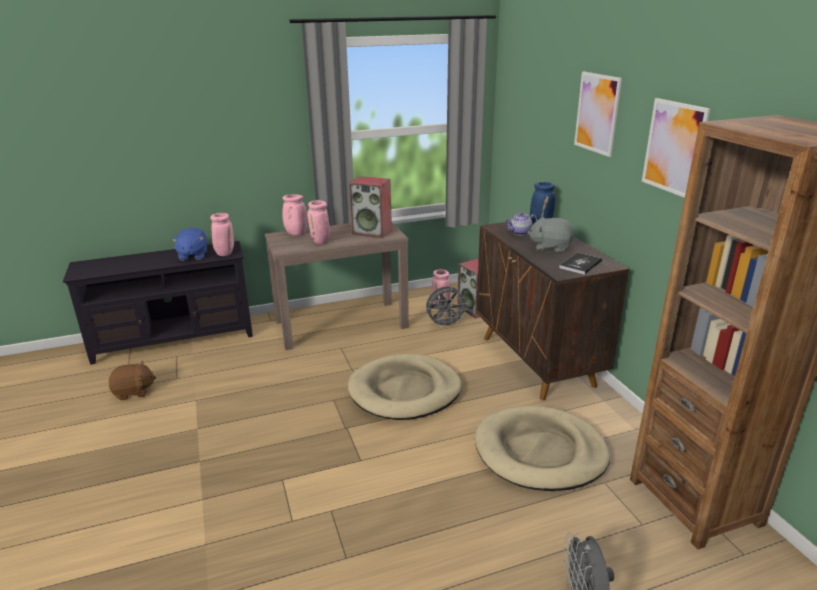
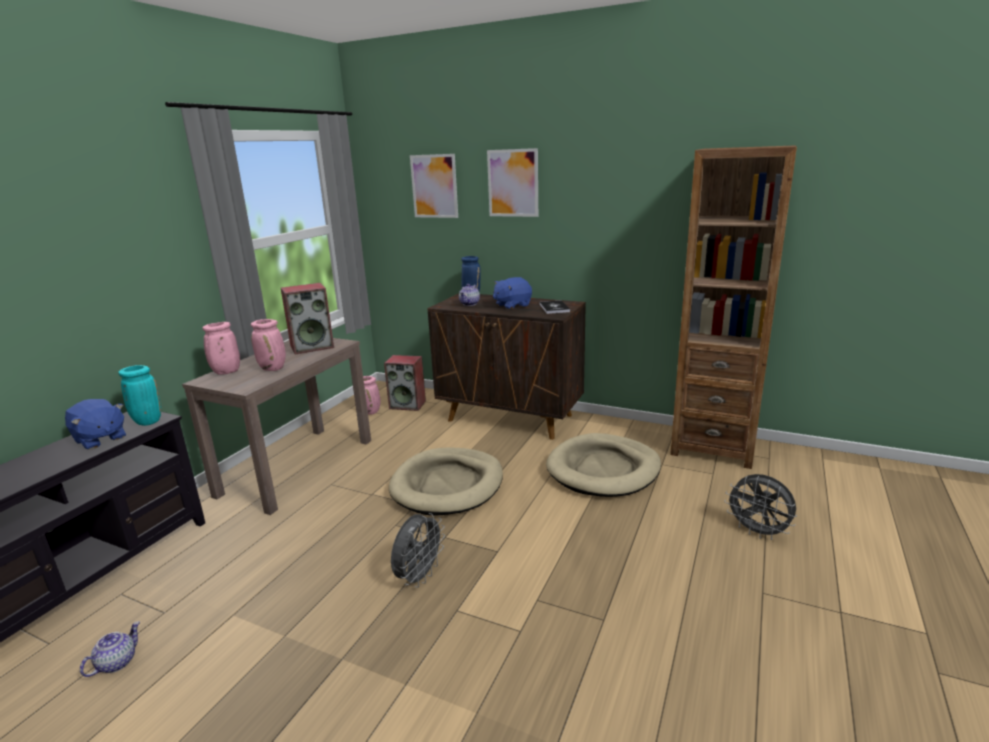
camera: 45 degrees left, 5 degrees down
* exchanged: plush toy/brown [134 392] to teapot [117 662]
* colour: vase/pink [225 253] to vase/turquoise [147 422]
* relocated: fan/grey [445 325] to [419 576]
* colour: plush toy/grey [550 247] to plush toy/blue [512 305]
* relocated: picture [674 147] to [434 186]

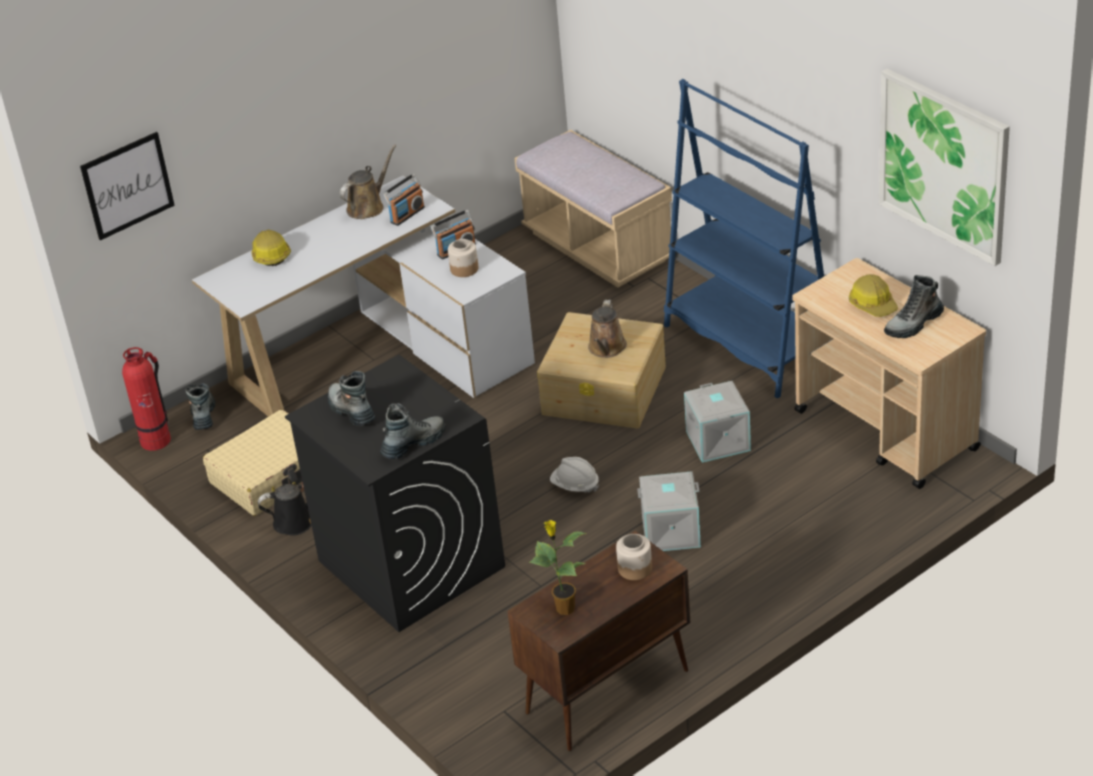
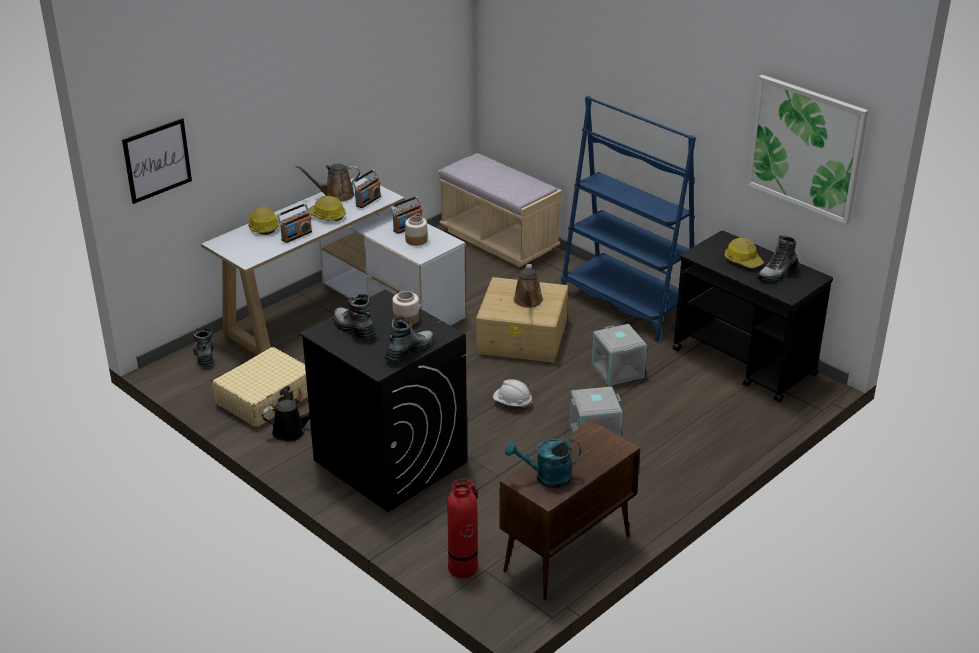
camera: 10 degrees left, 5 degrees down
* relocated: fire extinguisher [156 440] to [463 567]
* spun: watering can/brown [368 207] = [336 195] 135 degrees counterclockwise
* exchanged: potted plant [564 608] to watering can/turquoise [546 478]
* relocated: jar [635 568] to [406 319]
* colour: cart/beige [886 431] to cart/black [744 363]
* appeared: radio [296 236]
* appeared: hard hat [327 216]

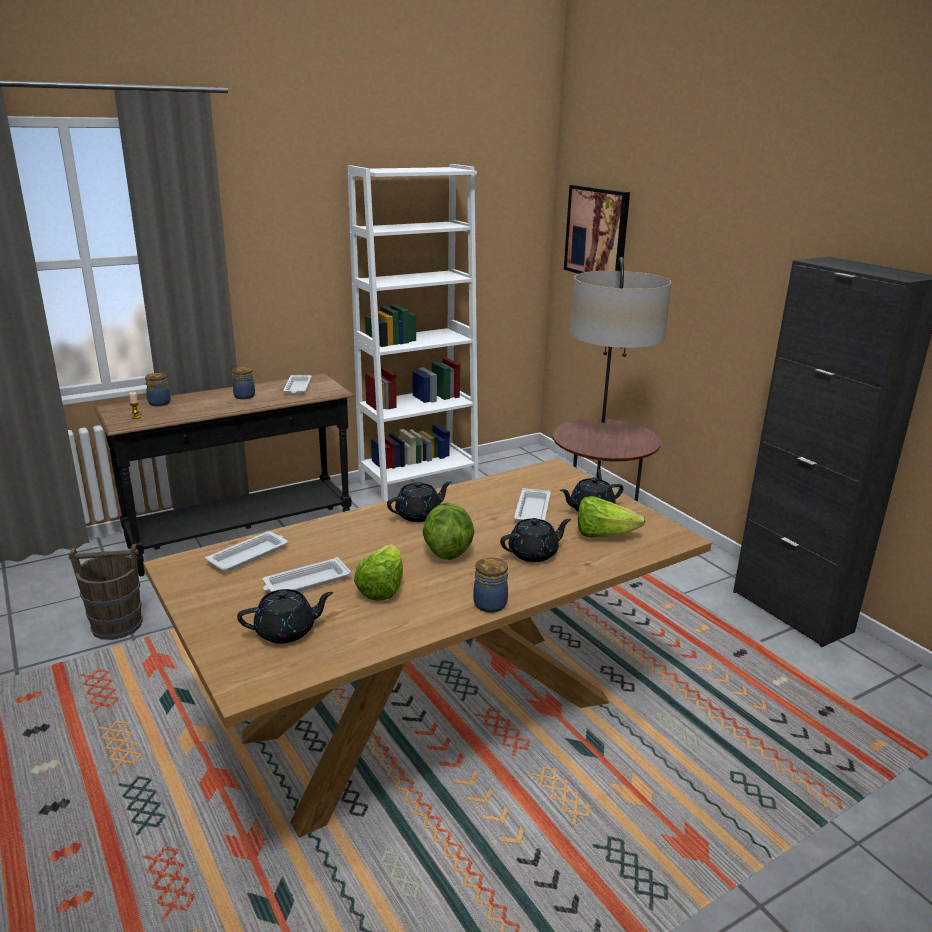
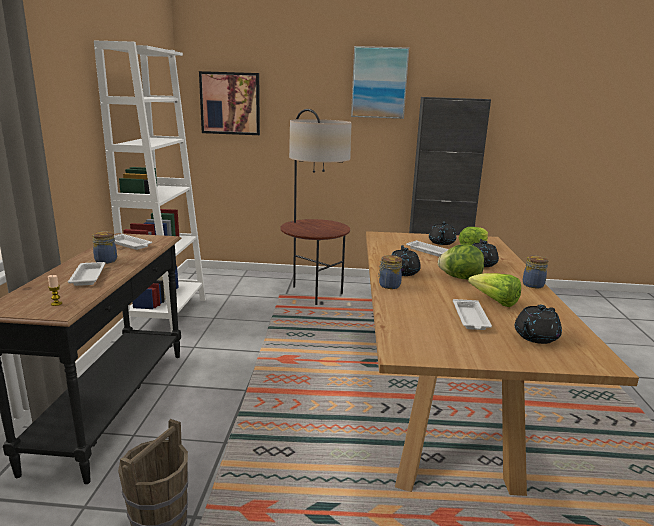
camera: 55 degrees left, 5 degrees down
* relocated: jar [158 403] to [388 286]
* relocated: tray/white [249 555] to [88 276]
* spun: teapot/black [287 631] = [535 337] 150 degrees counterclockwise
* appeared: picture [379 83]

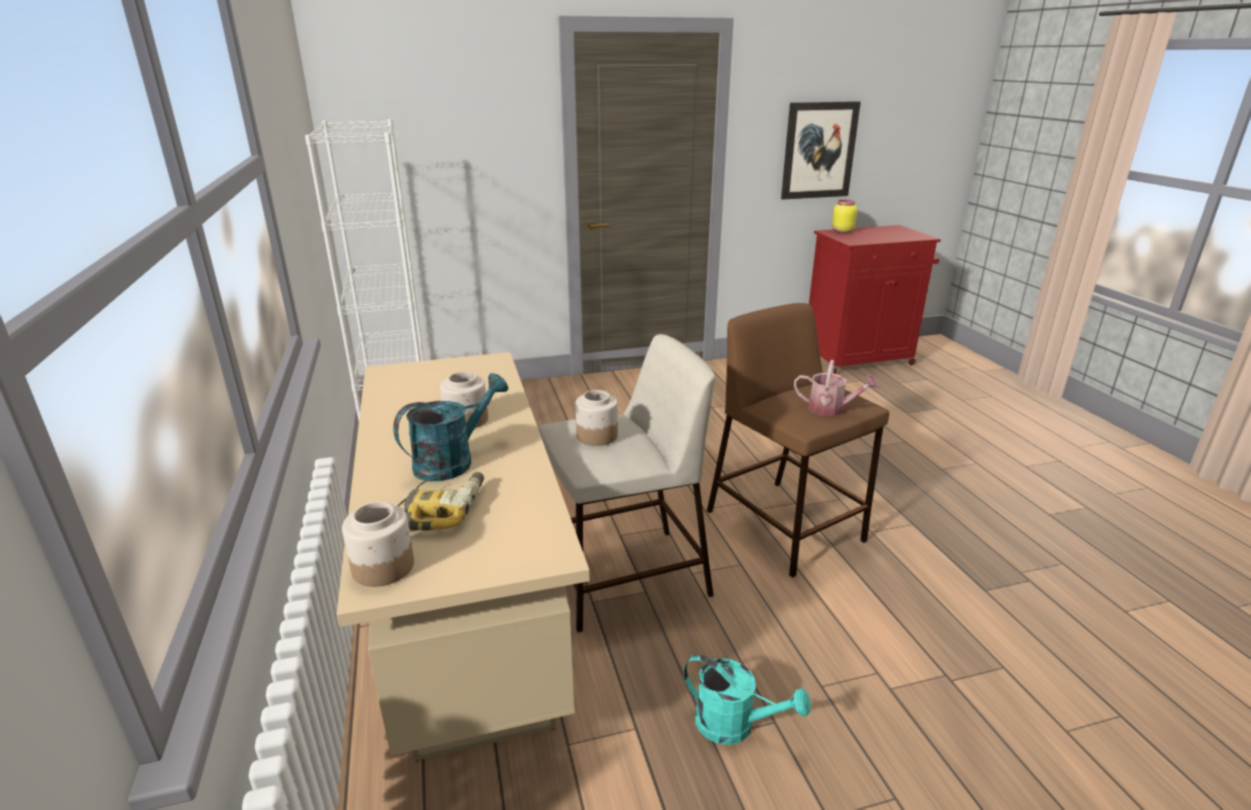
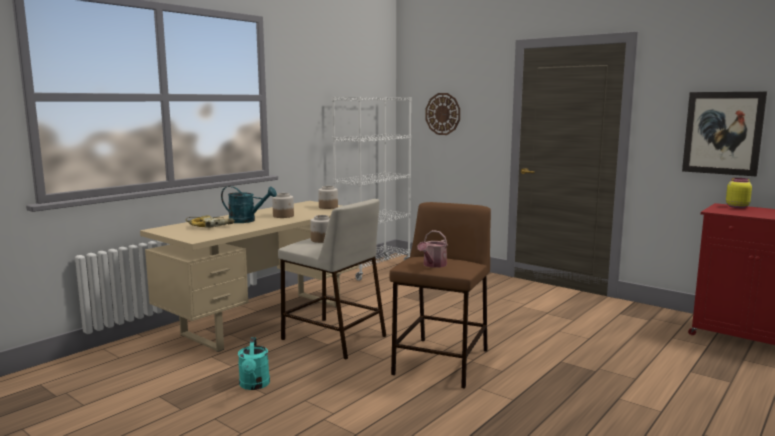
camera: 55 degrees right, 15 degrees down
* relocated: jar [382 567] to [328 207]
* spun: watering can [831 409] = [433 265] 45 degrees clockwise
* appeared: wall clock [443 114]

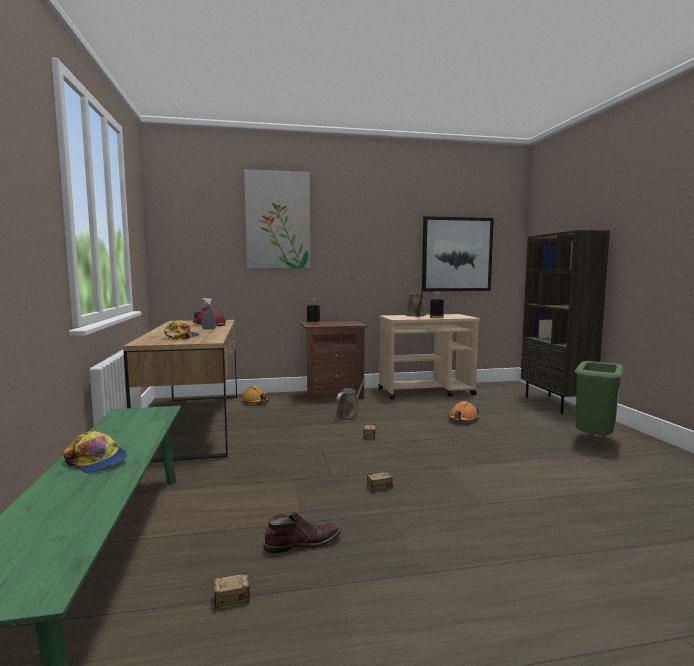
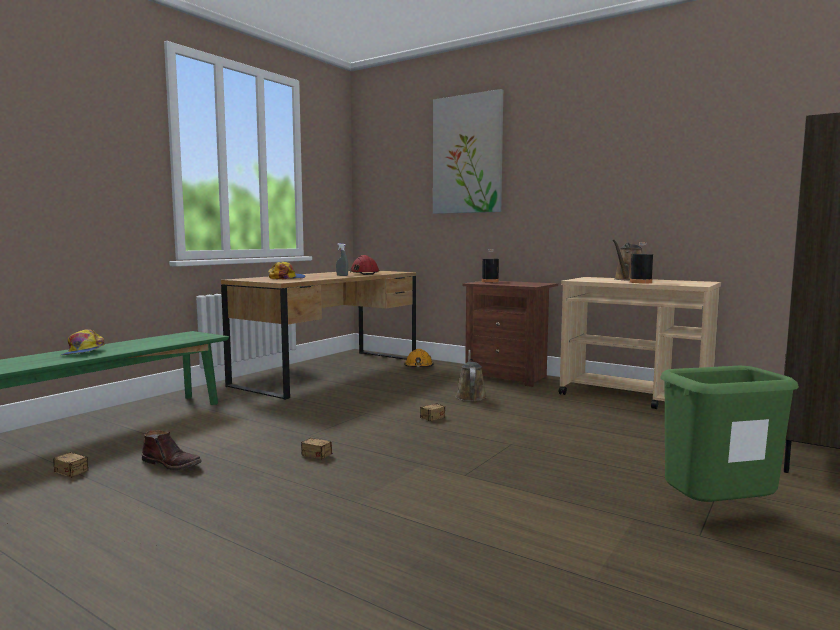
camera: 45 degrees right, 0 degrees up
* spun: watering can/brown [349 414] = [470 396] 75 degrees counterclockwise
* missing: picture [456 254]
* missing: hard hat/orange [463 419]

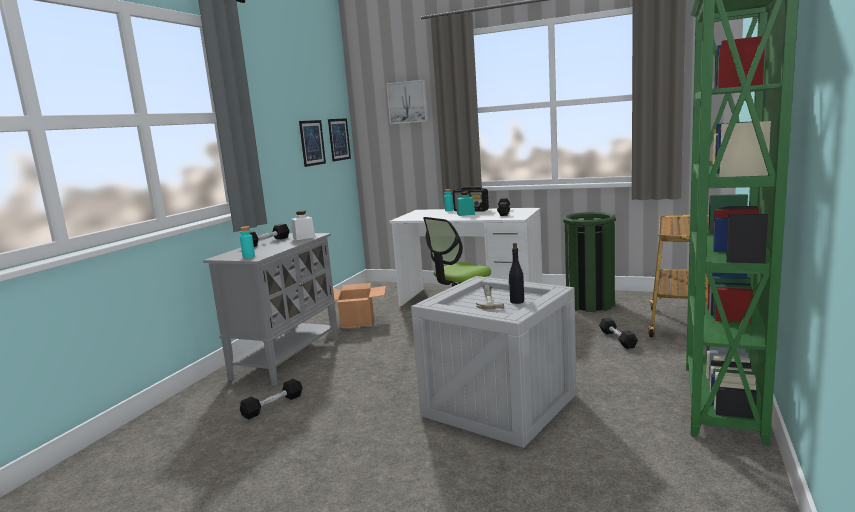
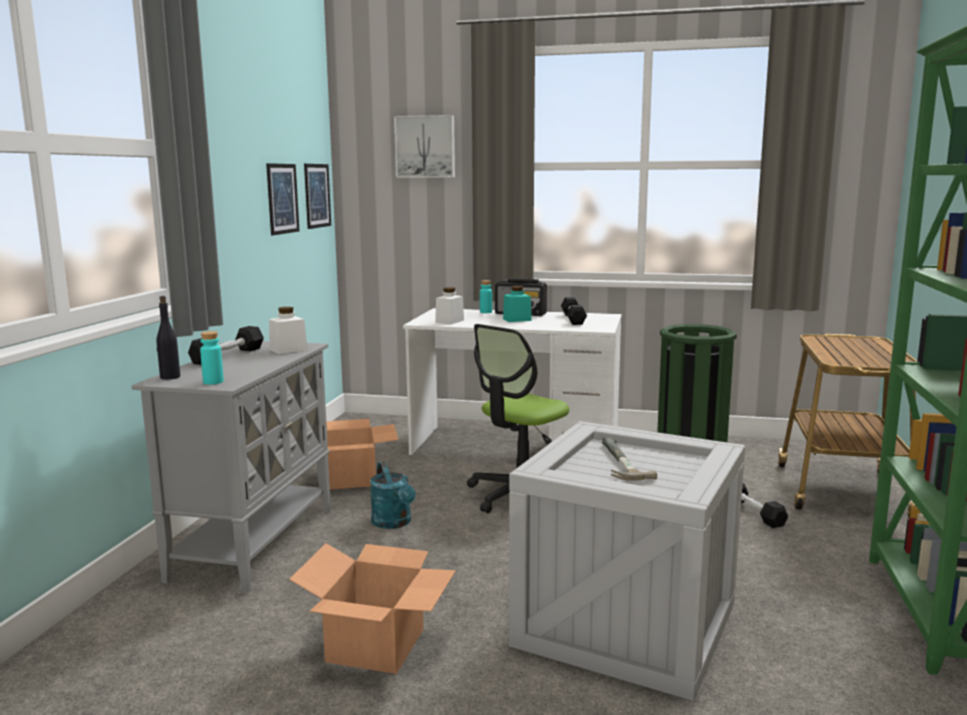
camera: 10 degrees left, 0 degrees up
* missing: dumbbell/black [273 406]
* relocated: bottle/black [517 301] to [170 377]
* appeared: cardboard box [375 644]
* appeared: watering can/turquoise [394 523]
* appeared: jar/white [449 321]

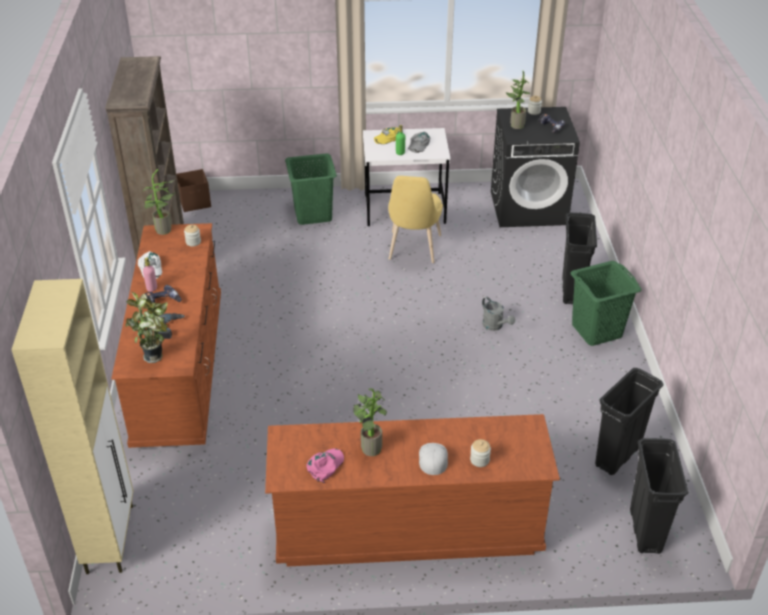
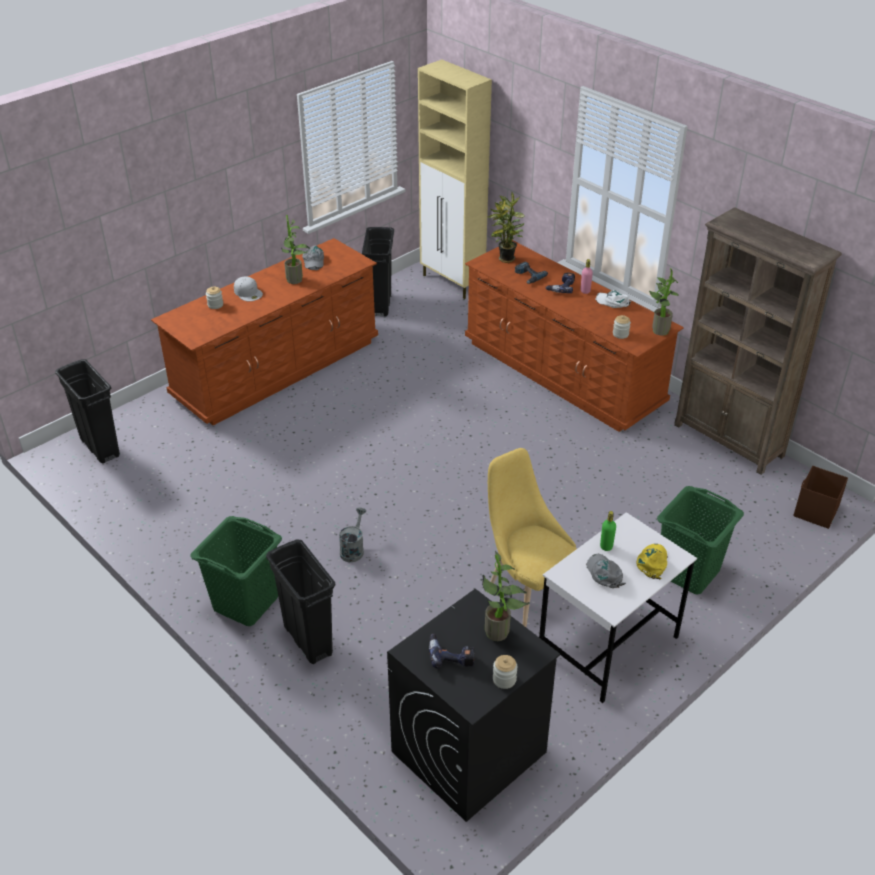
camera: 140 degrees right, 0 degrees up
* colour: cap/pink [325 466] to cap/grey [313 261]
* spun: watering can/grey [495 326] = [353 549] 90 degrees clockwise
* relocated: trash can/black [617 456] to [380 305]

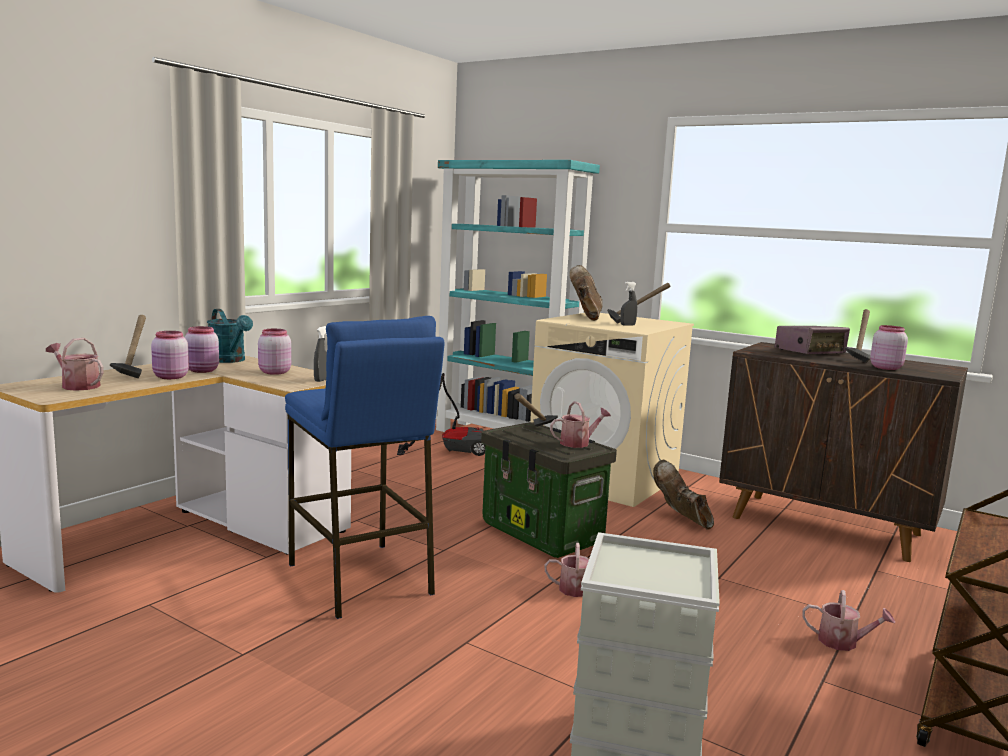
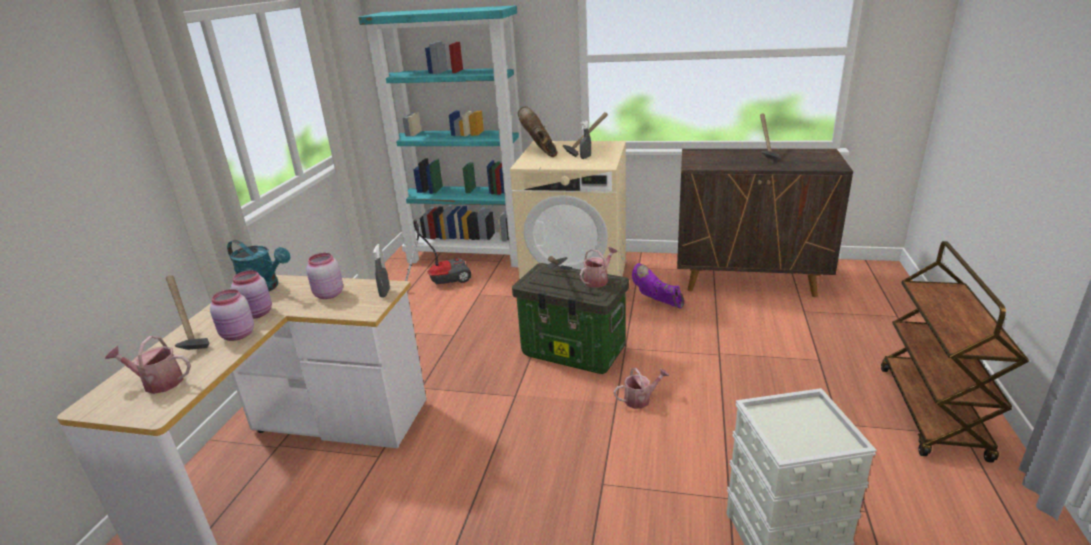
camera: 20 degrees left, 15 degrees up
* missing: stool/blue [360 579]
* colour: boot/brown [682 519] to boot/purple [657 303]
* missing: radio [810 352]
* missing: watering can [843 642]
* missing: jar/pink [885 368]

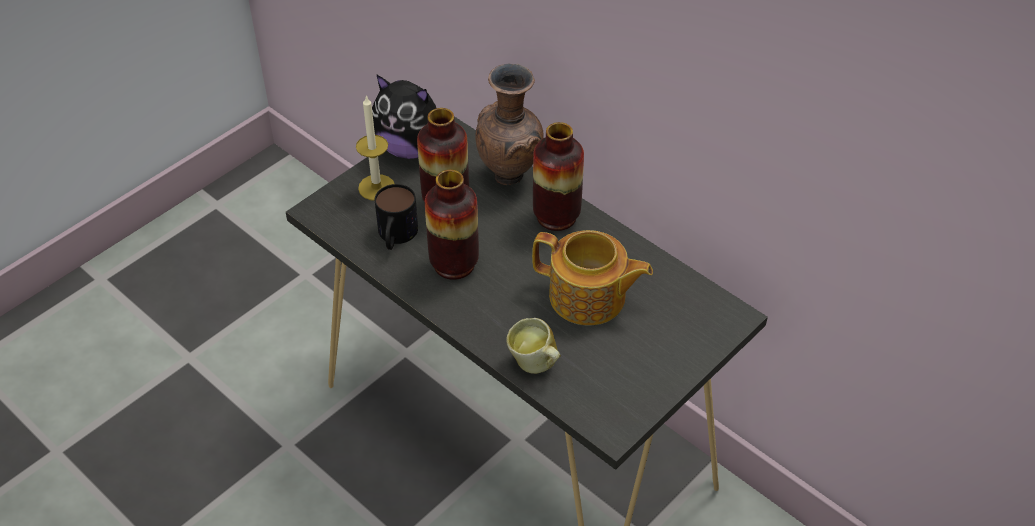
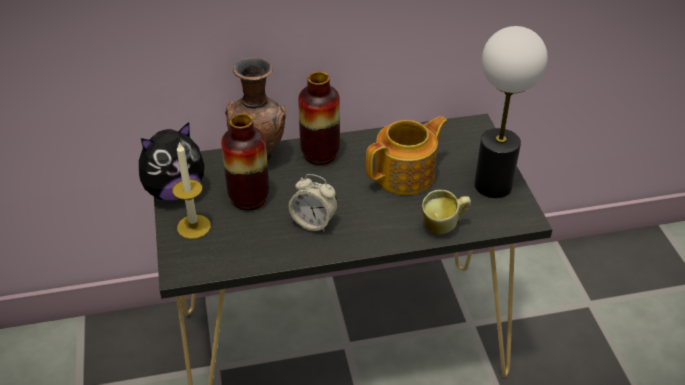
camera: 55 degrees left, 5 degrees down
* missing: mug [395 236]
* exchanged: vase [454 264] to alarm clock [314 222]
* appeared: table lamp [492 185]

